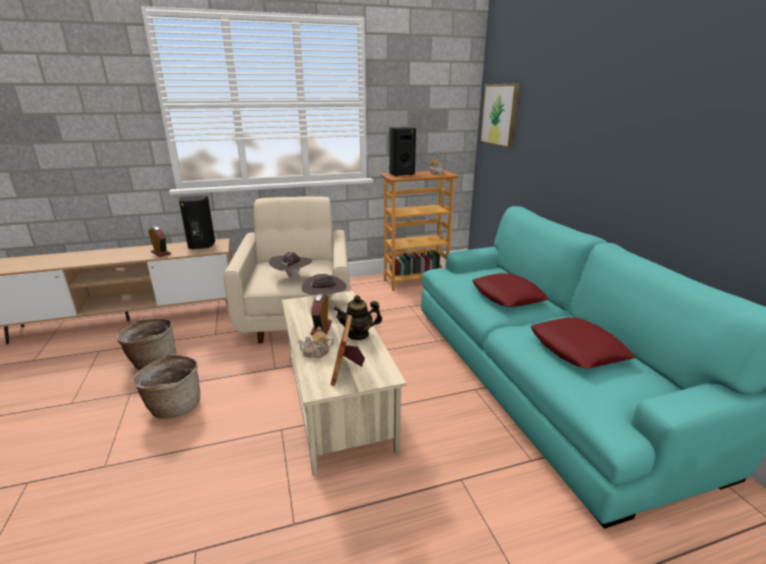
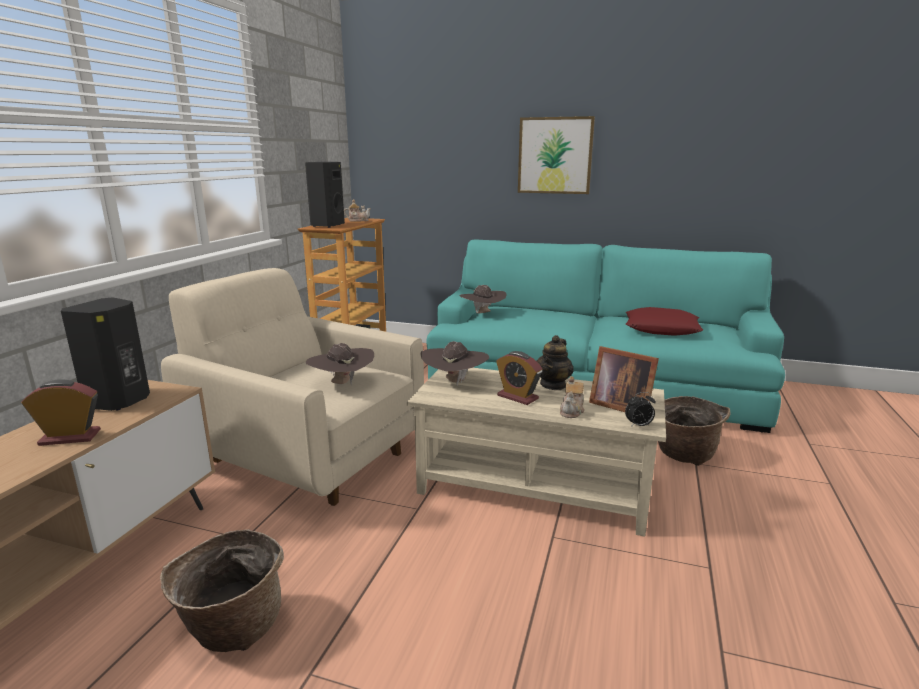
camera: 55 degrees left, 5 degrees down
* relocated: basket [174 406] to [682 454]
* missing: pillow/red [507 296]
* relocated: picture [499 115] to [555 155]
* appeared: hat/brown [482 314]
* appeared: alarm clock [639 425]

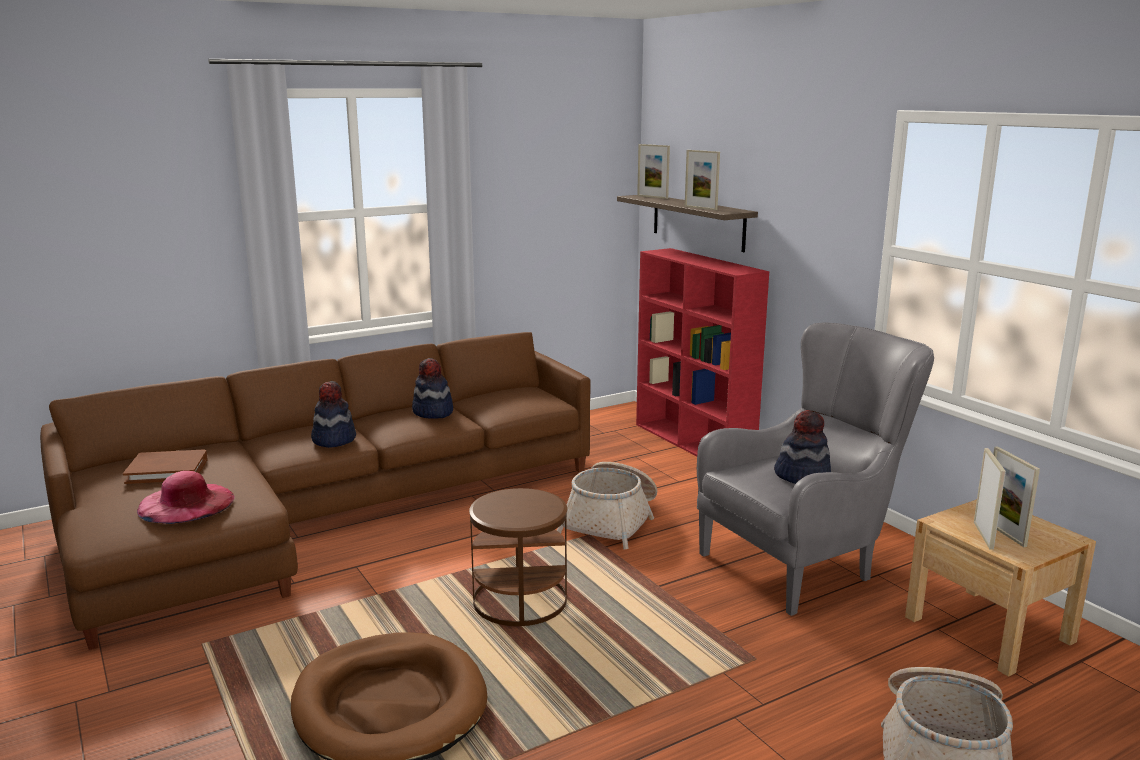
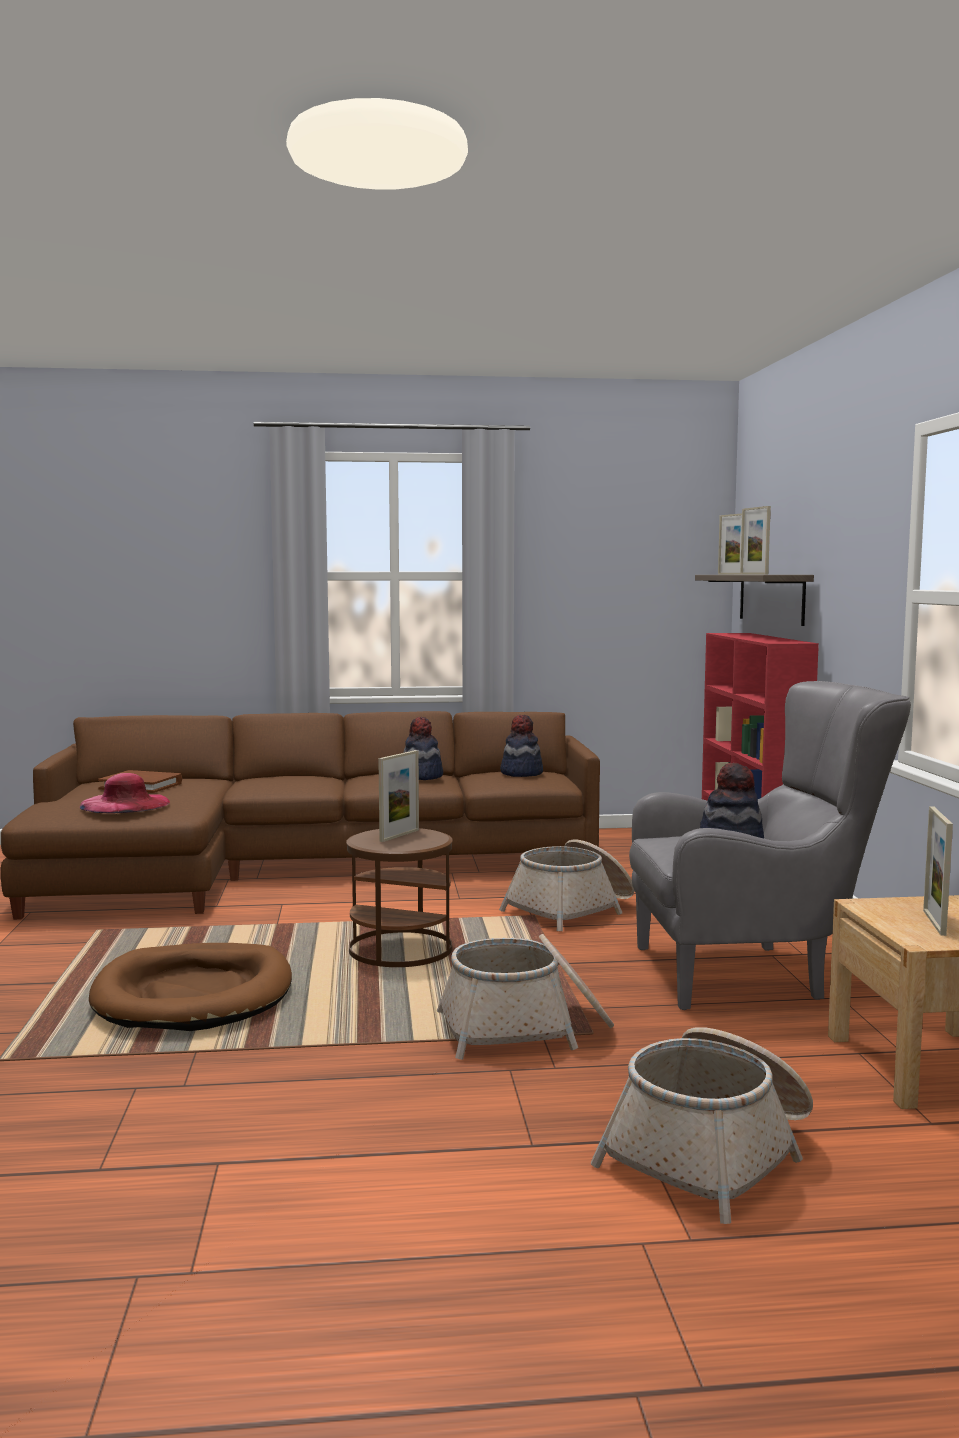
camera: 25 degrees right, 10 degrees down
* relocated: hat [333 439] to [521 773]
* relocated: picture frame [983 535] to [399 835]
* appeared: basket [526 1029]

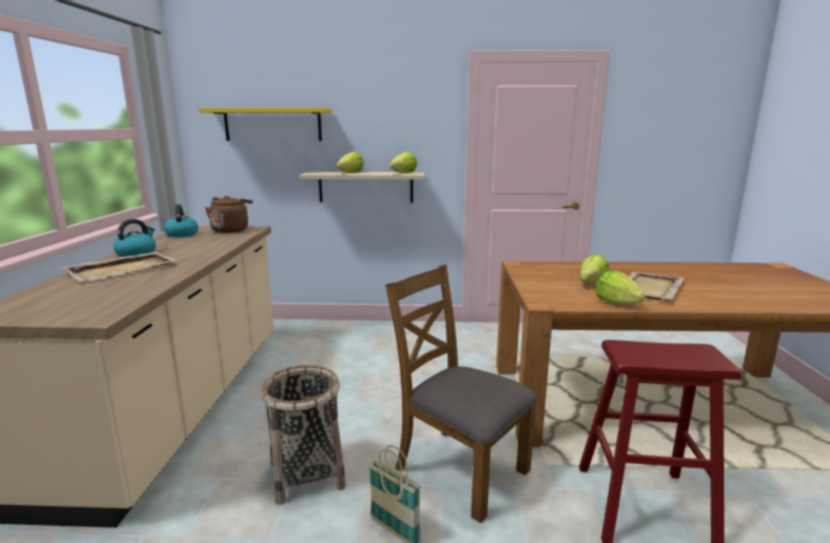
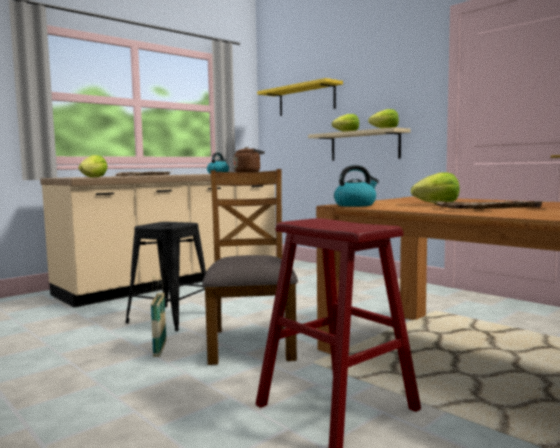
camera: 45 degrees right, 10 degrees down
* relocated: kettle [137 254] to [355 205]
* exchanged: basket [307 474] to stool/black [171 318]
* relocated: lettuce [617 303] to [93 177]

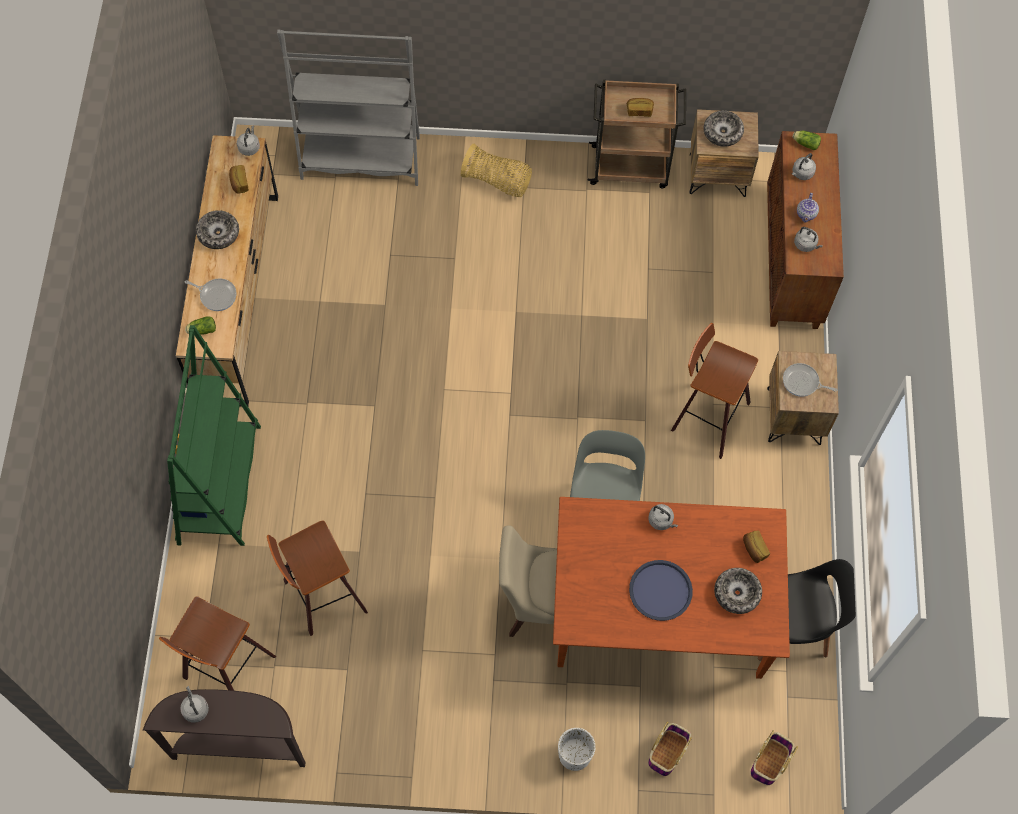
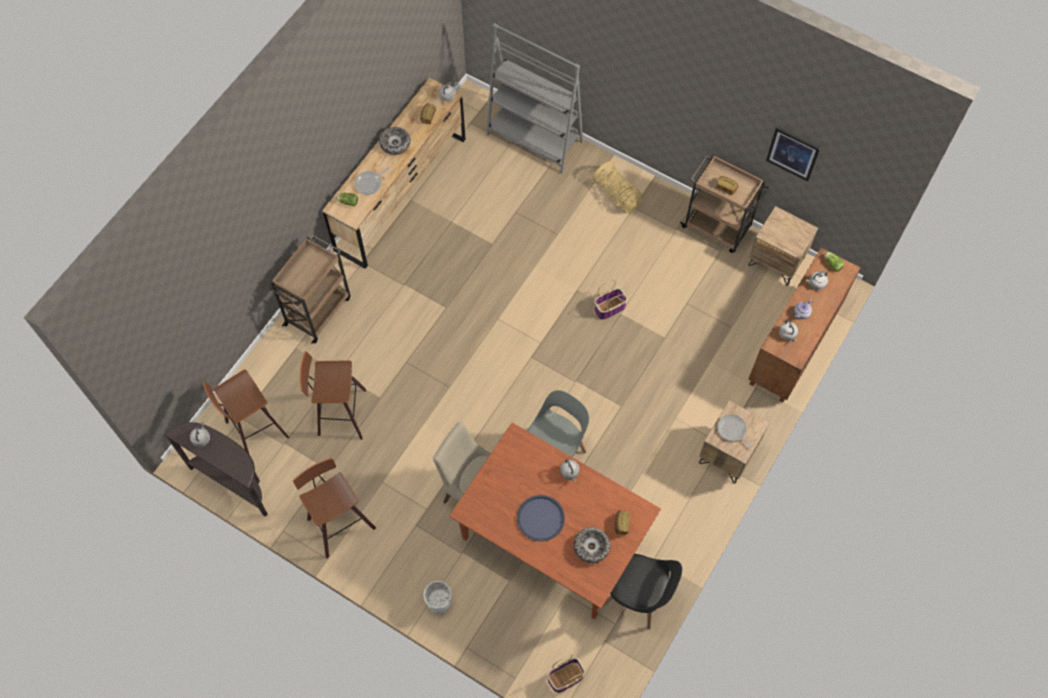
camera: 30 degrees right, 0 degrees up
* exchanged: bookcase/green [220 484] to cart/brown [318 310]
* spun: frying pan [216 295] = [370 183] 90 degrees clockwise
* relocated: basket [667 752] to [610 308]
* relocated: stool [707 417] to [338 523]
* missing: bowl [722 132]
* appeared: picture [793 153]

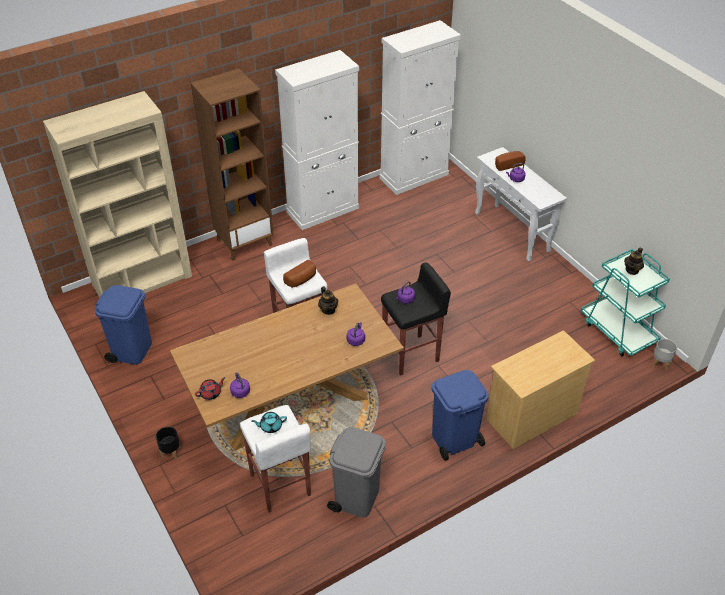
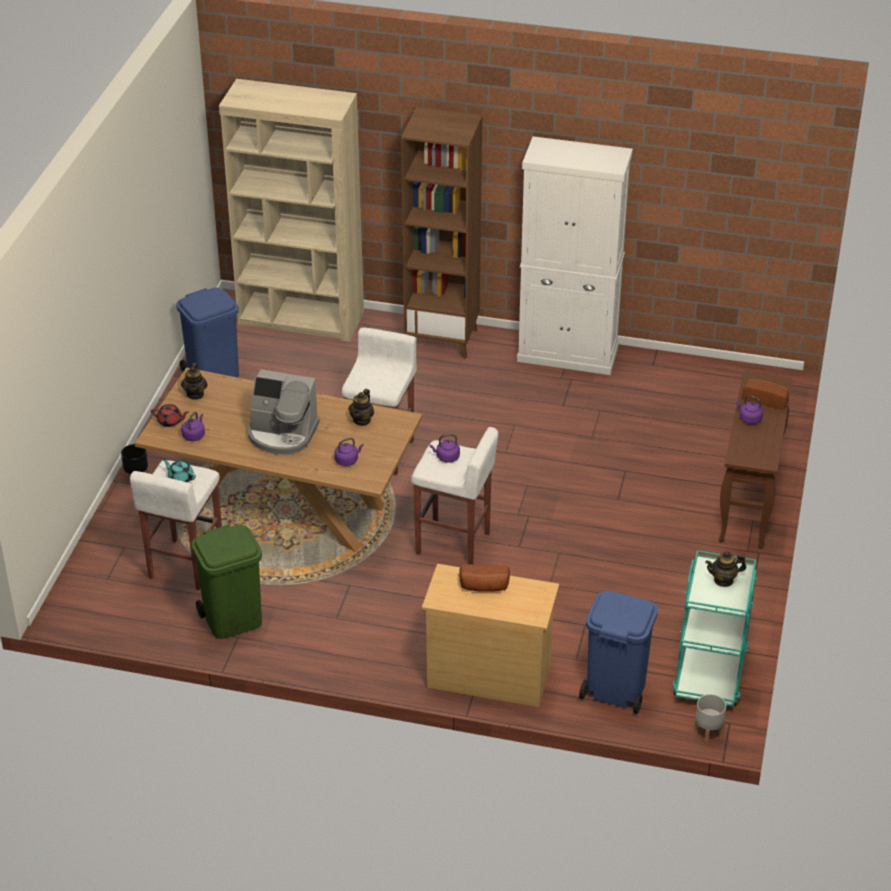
camera: 45 degrees right, 5 degrees down
* relocated: bread [302 280] to [484 587]
* colour: trash can/grey [357 497] to trash can/green [233 619]
* missing: cabinet/white [414 176]
* colour: stool/black [411 355] to stool/white [453 544]
* relocated: trash can/blue [454 439] to [615 689]
* colour: console table/white [512 232] to console table/brown [749 503]
* appeared: teapot [195 394]
* appeared: coffee machine [282 434]

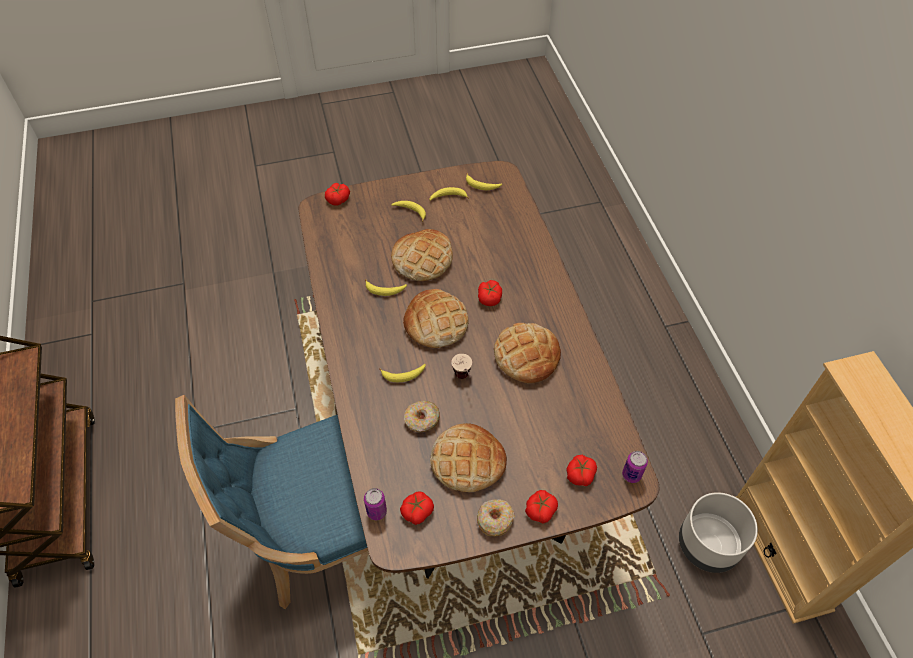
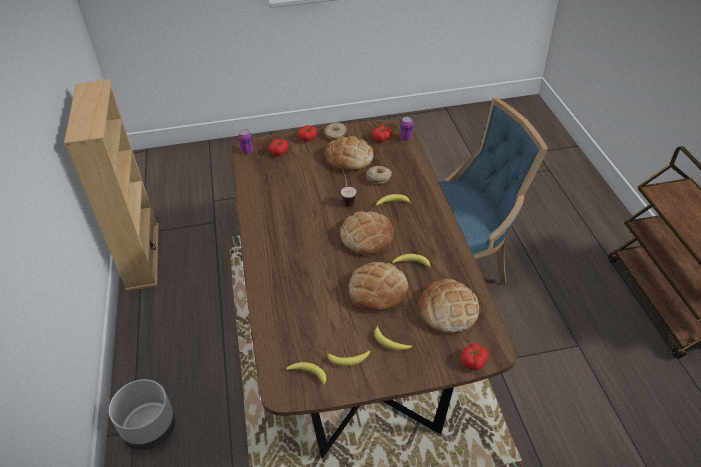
camera: 175 degrees left, 10 degrees down
* missing: tomato [489 298]
* relocated: bread [526 356] to [447 310]
* relocated: planter/grey [707 545] to [150 429]

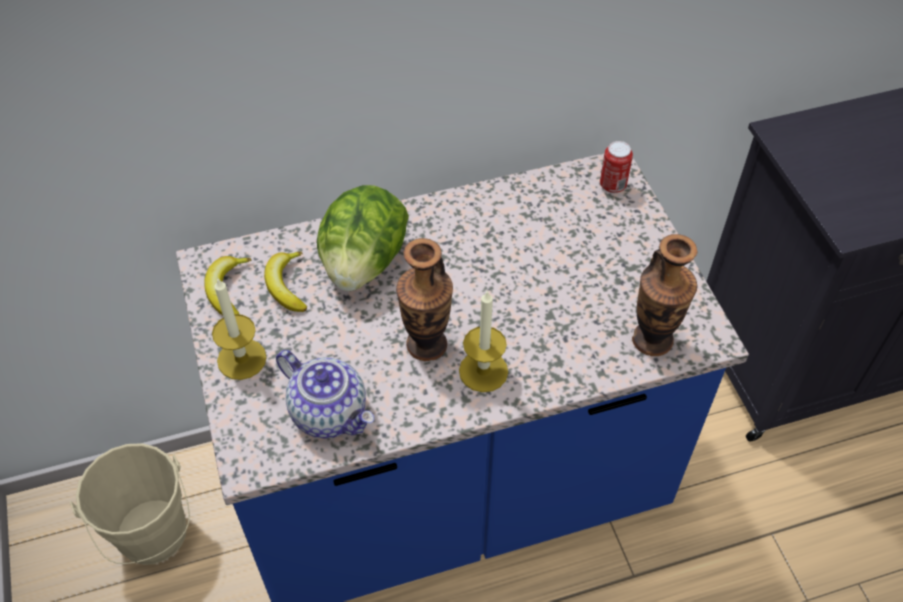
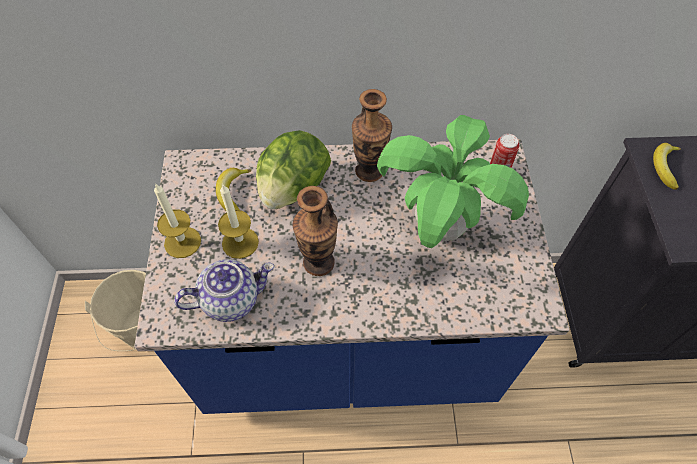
camera: 15 degrees right, 5 degrees up
* relocated: banana [227 290] to [664 167]
* spun: teapot [330 412] = [231 299] 75 degrees counterclockwise
* relocated: candle [483 371] to [240 242]
* relocated: vase [652 340] to [369 171]
* appeared: potted plant [440 227]

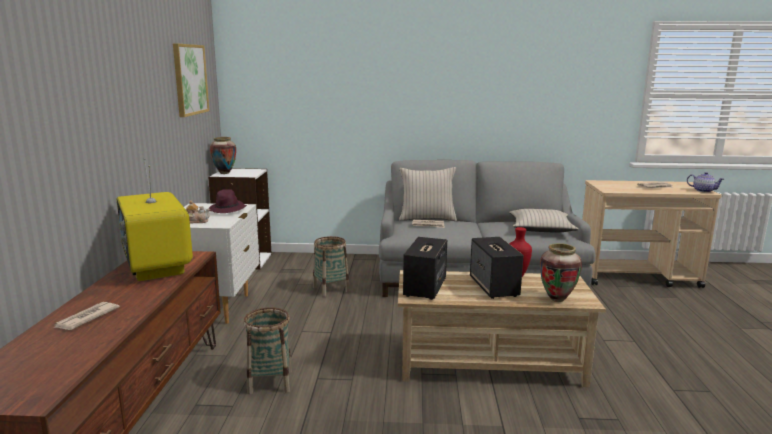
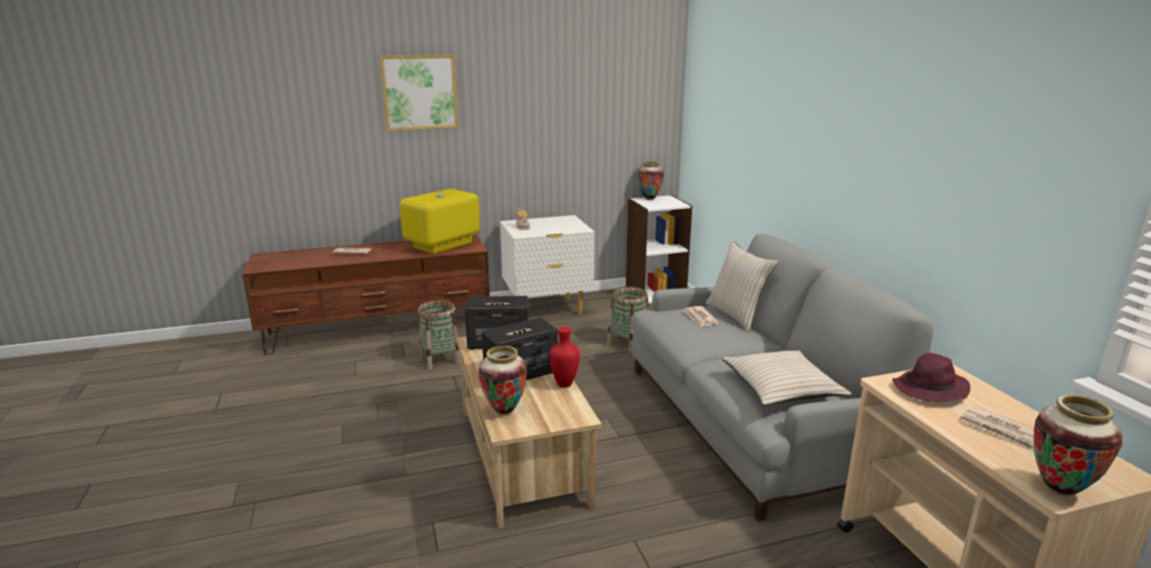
camera: 70 degrees right, 5 degrees up
* relocated: picture [189 79] to [420 92]
* relocated: hat/purple [227 210] to [930 390]
* exchanged: teapot [703 191] to vase [1060 489]

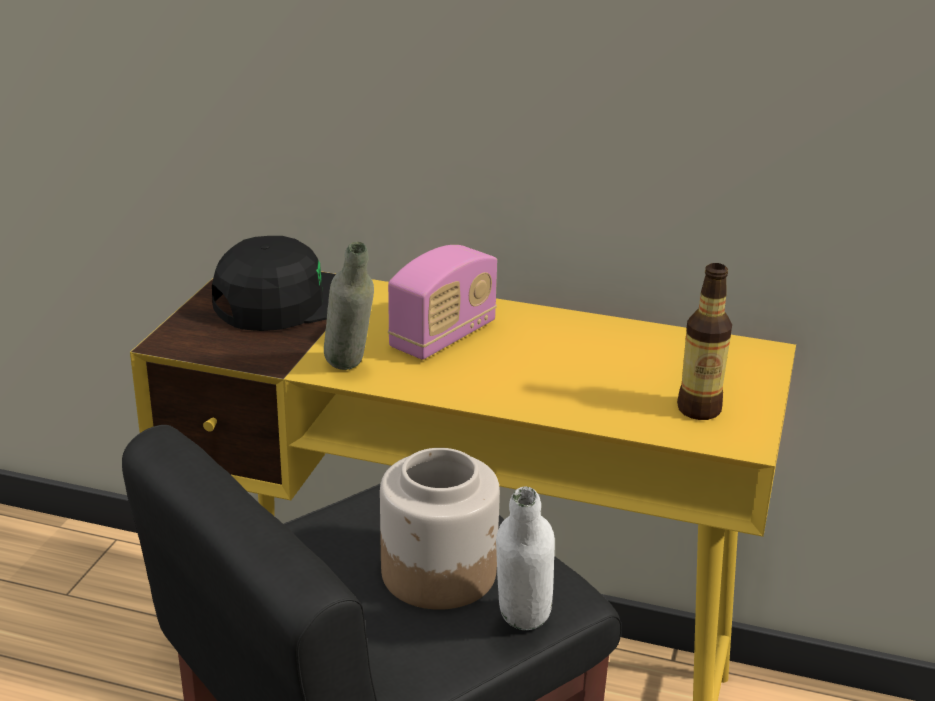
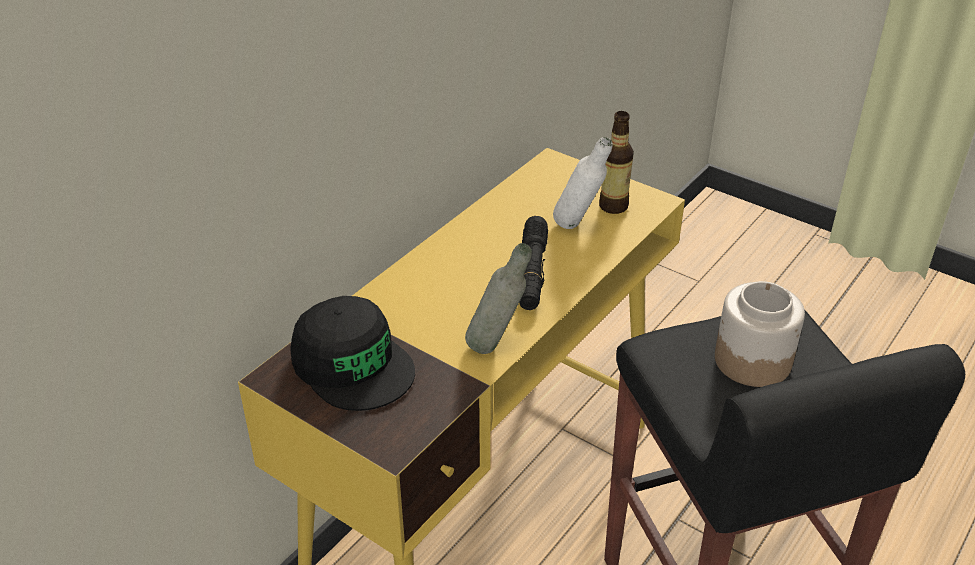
camera: 70 degrees left, 10 degrees up
* spun: cap/black [283 302] = [353 364] 150 degrees clockwise
* missing: radio [443 337]
* relocated: bottle/white [522 634] to [578 227]
* appeared: flashlight/black [532 272]

